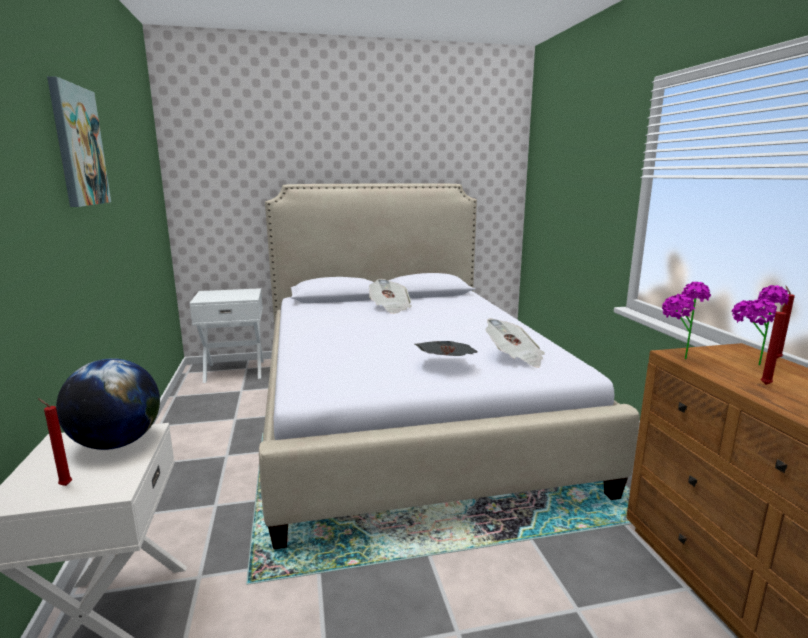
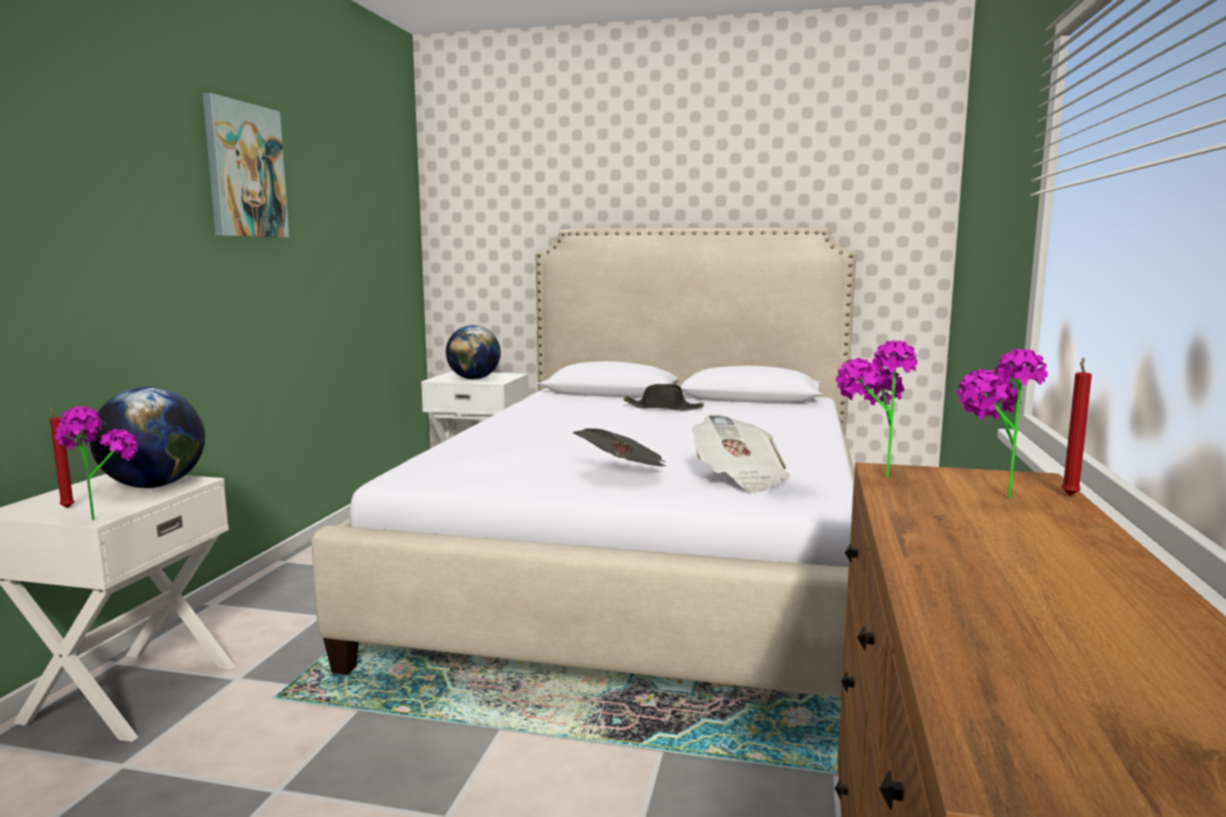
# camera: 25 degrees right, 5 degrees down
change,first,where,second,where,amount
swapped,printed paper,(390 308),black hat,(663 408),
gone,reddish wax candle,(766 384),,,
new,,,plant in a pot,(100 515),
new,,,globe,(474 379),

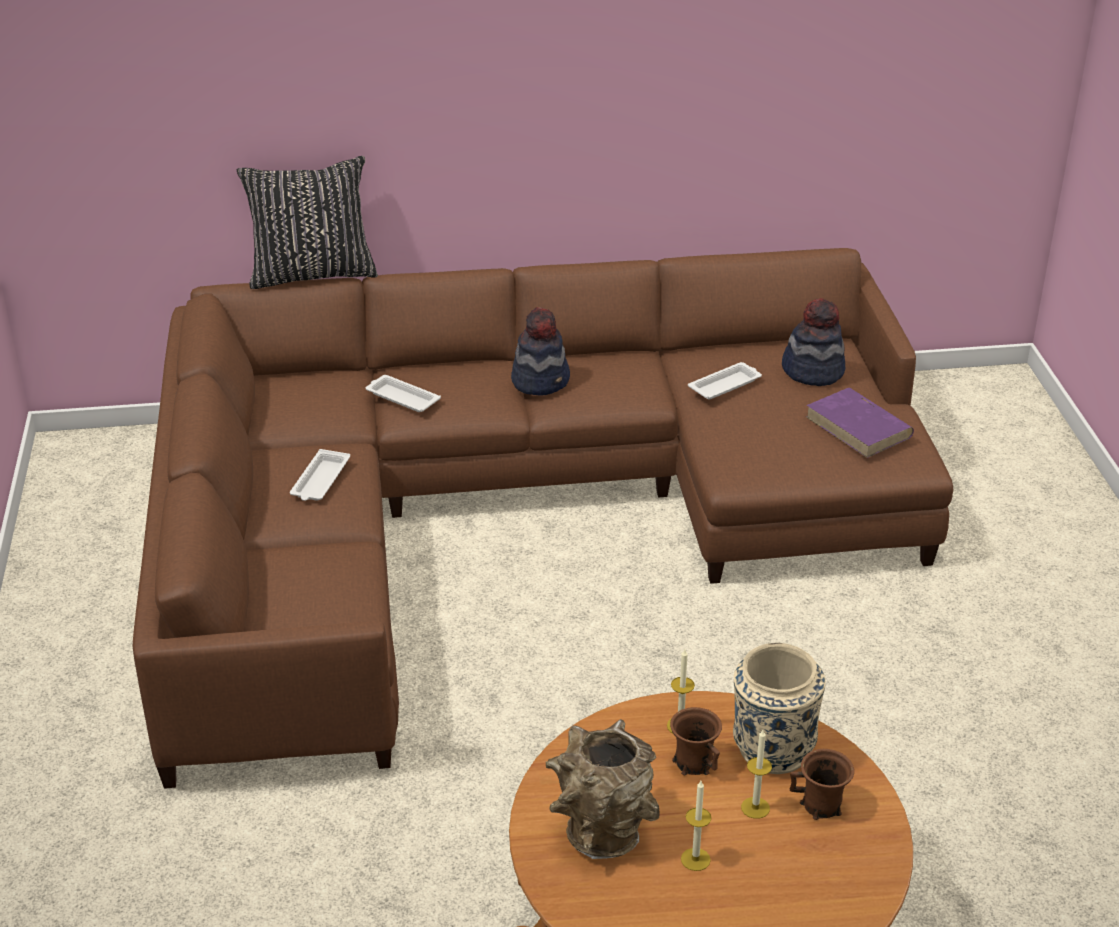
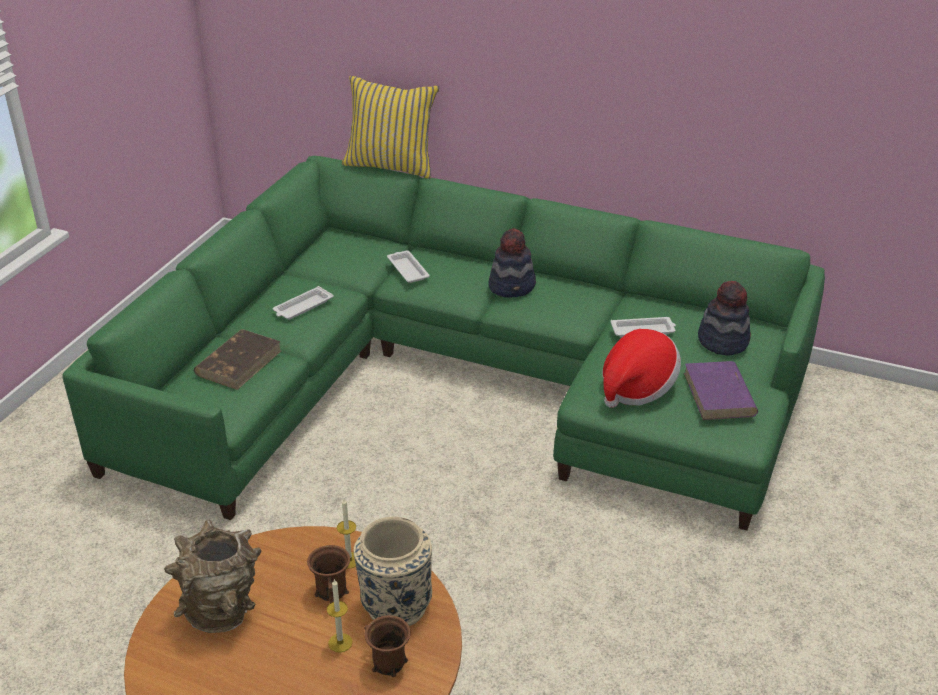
# camera: 30 degrees right, 0 degrees up
change,first,where,second,where,amount
repainted,brown settee,(508 514),greenish settee,(461 379),
repainted,black throw pillow,(312 273),yellow throw pillow,(391 165),
gone,wax candle,(695 859),,,
new,,,brown book,(239 362),
new,,,hat,(637 387),

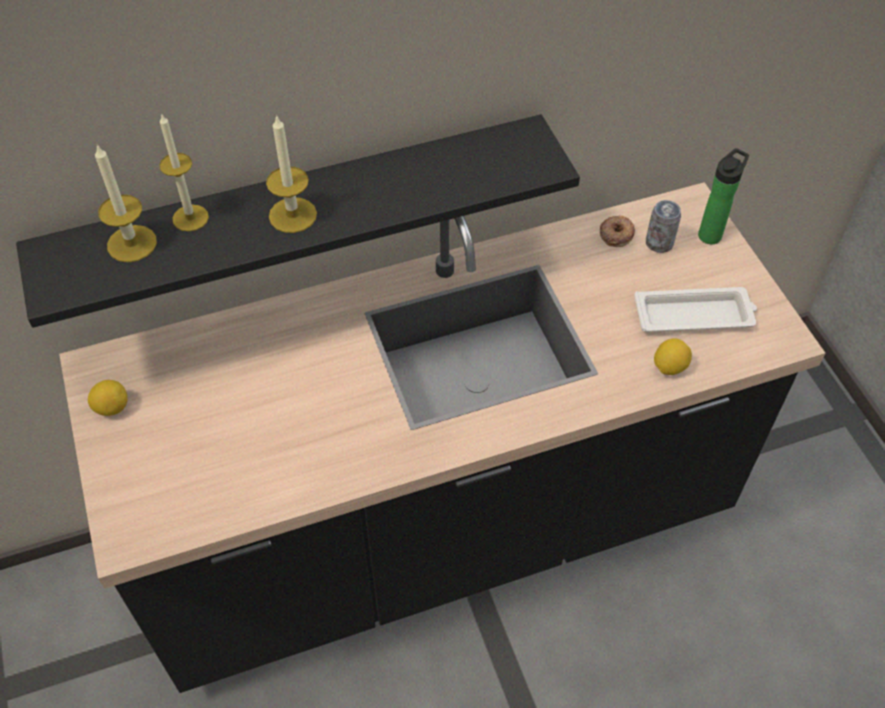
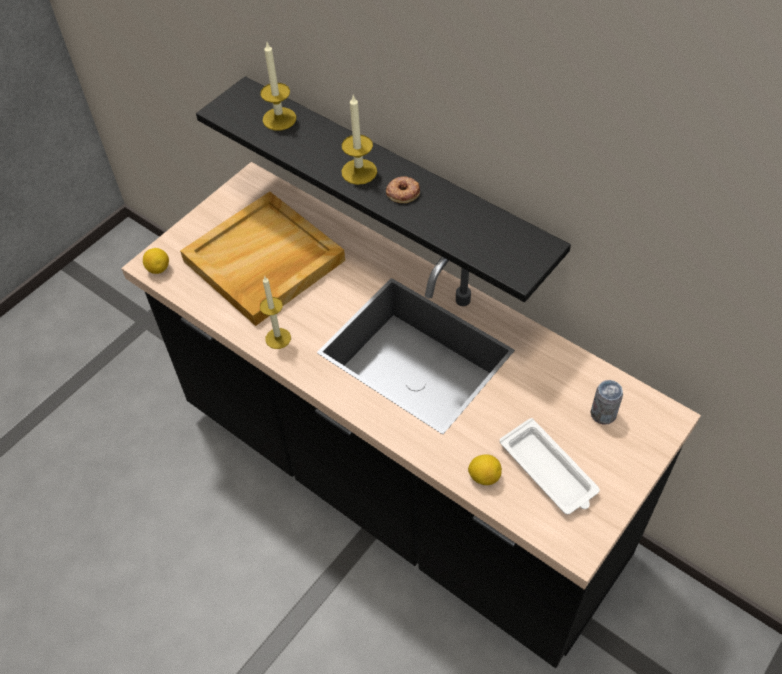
# camera: 60 degrees right, 0 degrees up
change,first,where,second,where,amount
shifted,citrus fruit,(112 407),,(158 268),
shifted,wax candle,(190 218),,(278 338),
shifted,doughnut,(616 234),,(403 192),
gone,bottle,(711 233),,,
new,,,sand-coloured serving tray,(264 262),

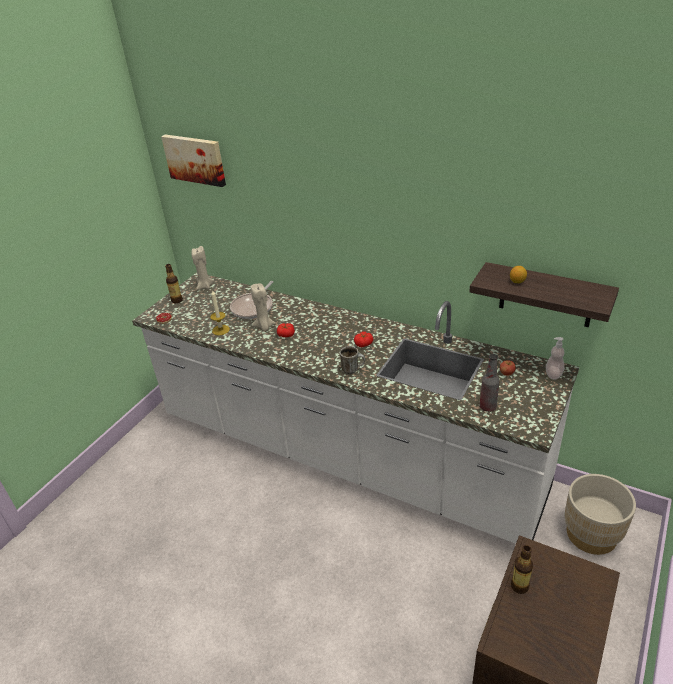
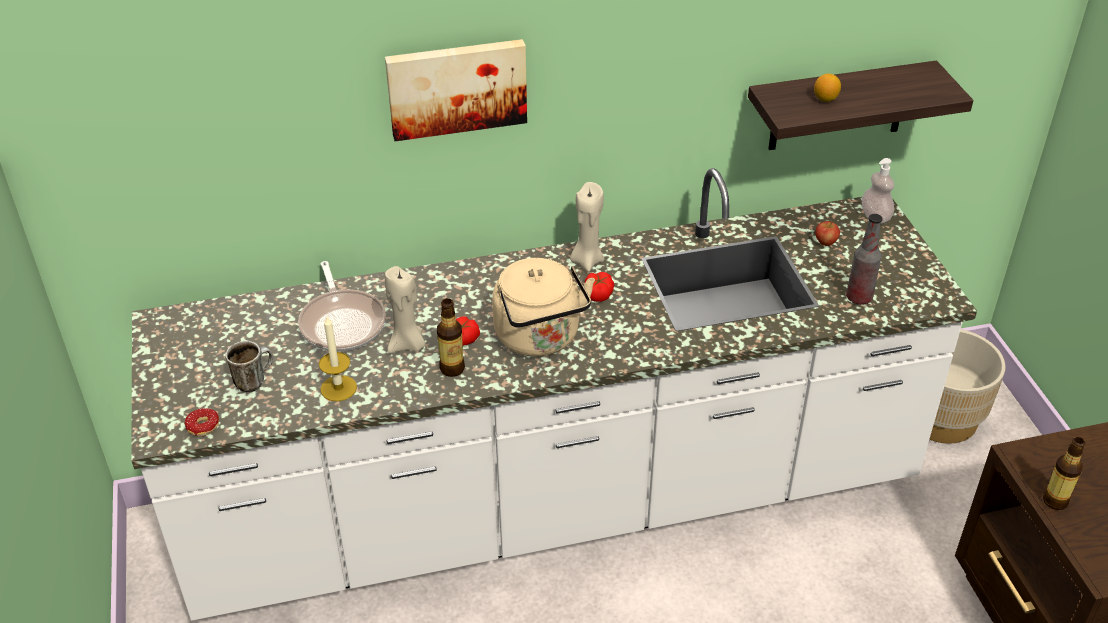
# camera: 45 degrees left, 5 degrees up
change,first,where,second,where,amount
shifted,wall art,(195 159),,(456 87),
shifted,bottle,(177 300),,(452 368),
shifted,sand-coloured wax candle,(204 286),,(587 260),
shifted,mug,(353 369),,(254 380),
new,,,sand-coloured tea kettle,(540 338),

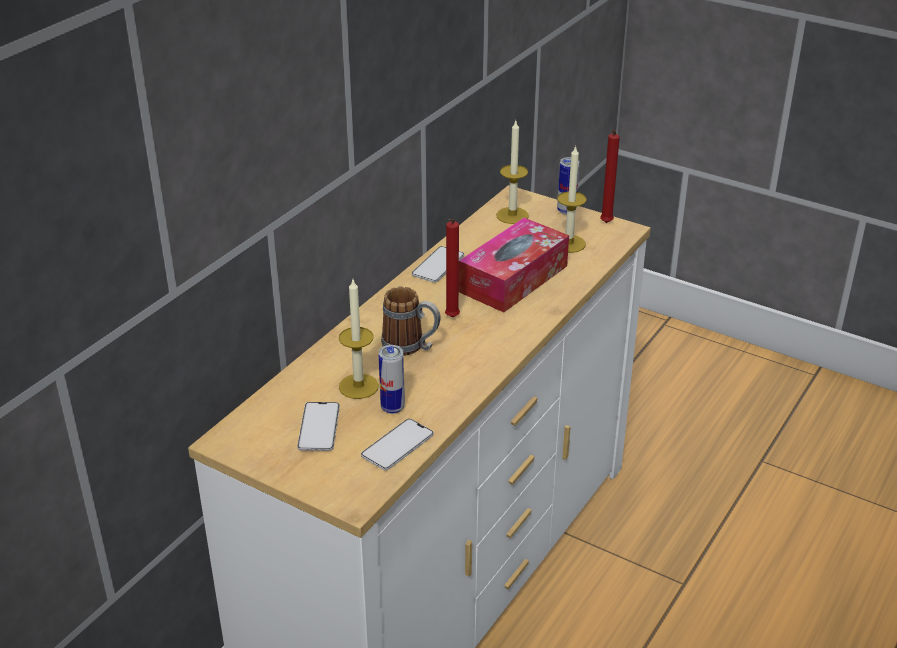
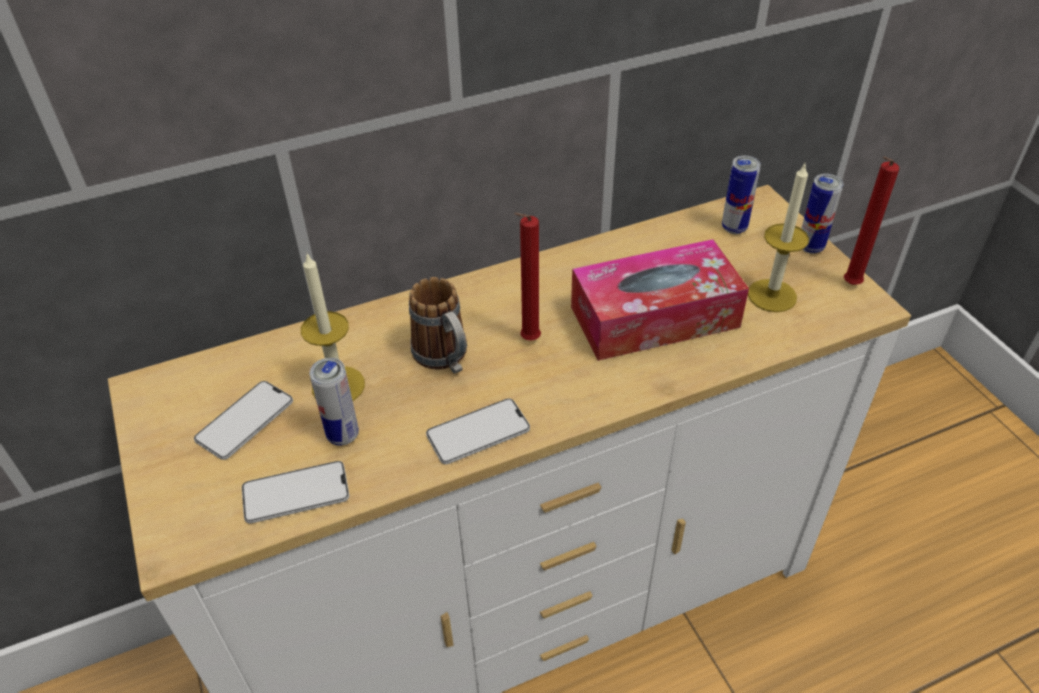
# camera: 35 degrees right, 10 degrees up
change,first,where,second,where,amount
shifted,phone,(438 265),,(478 432),
swapped,wax candle,(512 215),can,(734 228),

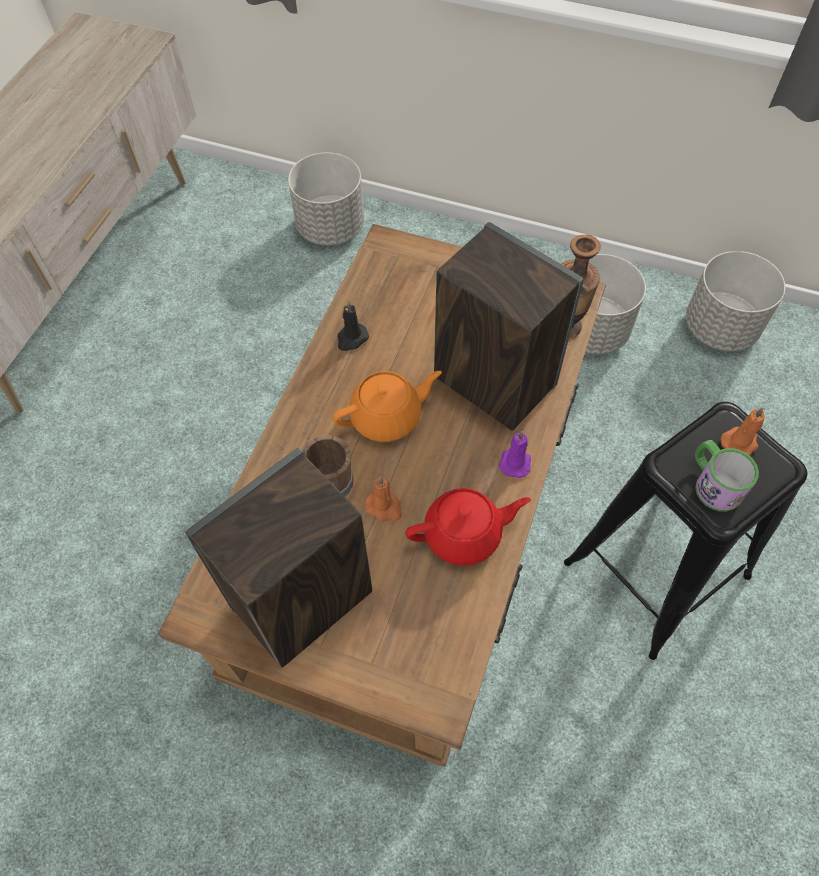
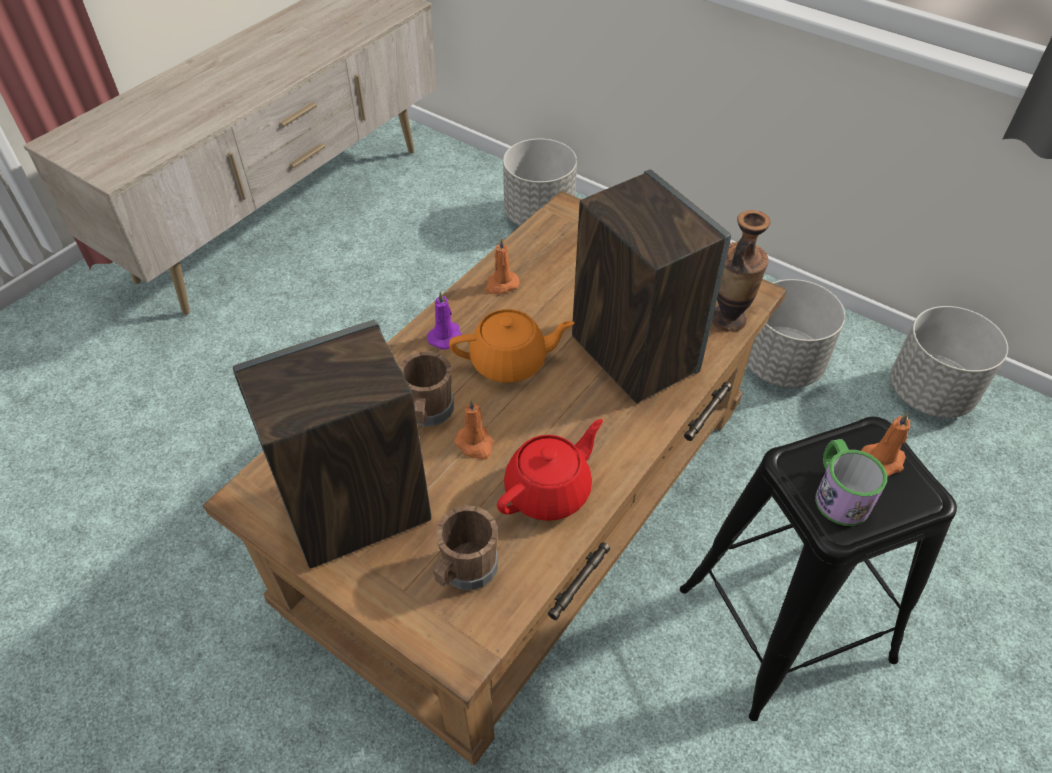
# camera: 15 degrees right, 10 degrees down
change,first,where,second,where,amount
repainted,black wax candle,(351 339),orange wax candle,(501 285),
rotated,reddish pot for tea,(464 534),,(549 490),45 degrees counterclockwise
shifted,purple-coloured wax candle,(515 461),,(445 336),
new,,,brown mug,(465 570),

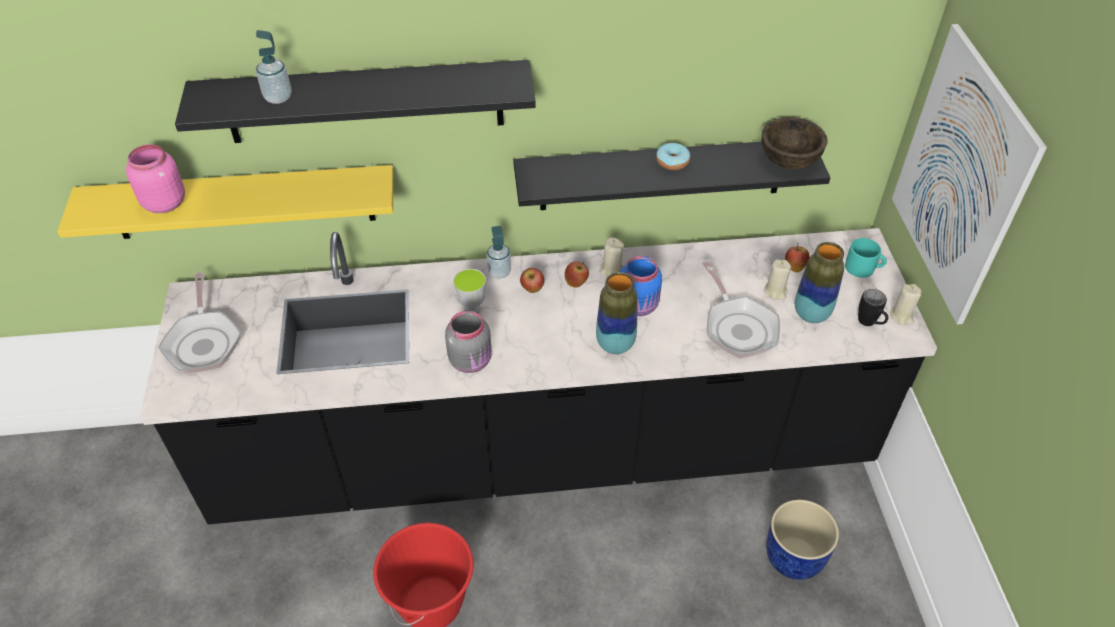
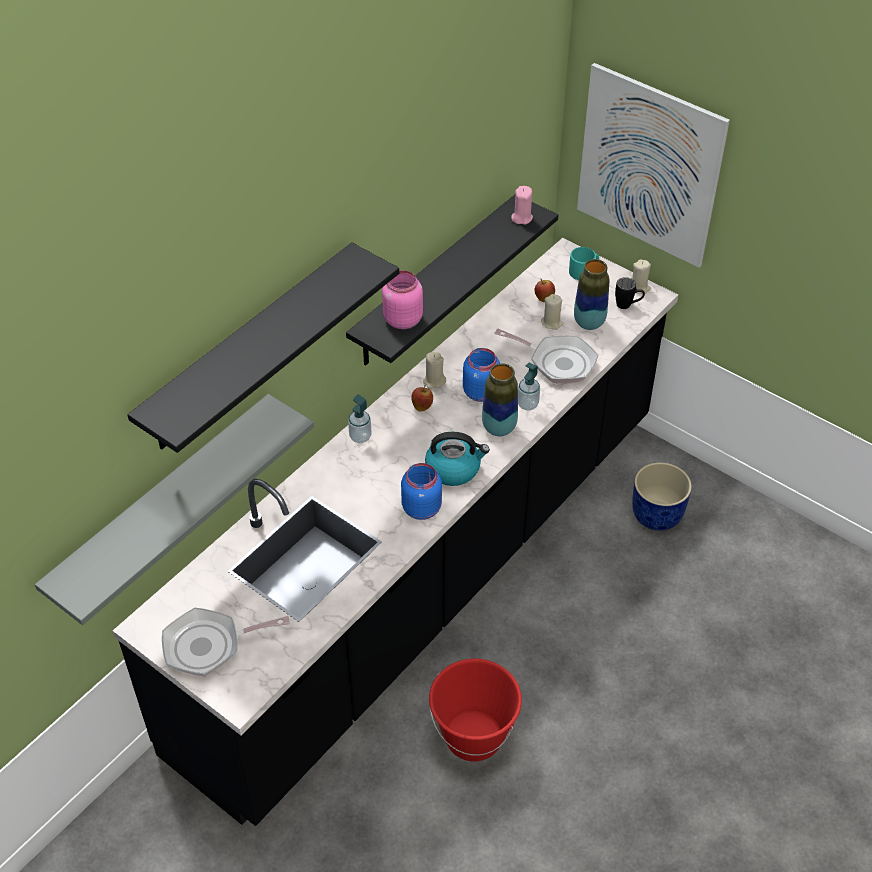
# camera: 45 degrees left, 0 degrees up
change,first,where,second,where,amount
repainted,yellow wall shelf,(243 202),grey wall shelf,(163 505),
shifted,pink-coloured jar,(164 202),,(401 319),
rotated,frying pan,(203 342),,(209 646),135 degrees clockwise
shifted,soap dispenser,(278 97),,(527 404),
repainted,grey jar,(472 360),blue jar,(422 507),
gone,drinking cup,(472 309),,,
gone,apple fruit,(532 289),,,
gone,doughnut,(672 162),,,
swapped,brown deep dish,(789 160),pink-coloured wax candle,(521 218),
new,,,tea kettle,(454 469),

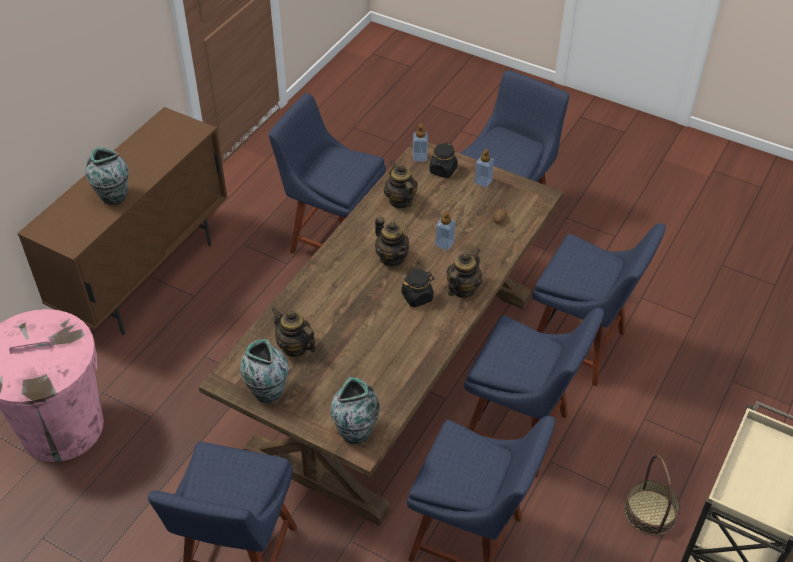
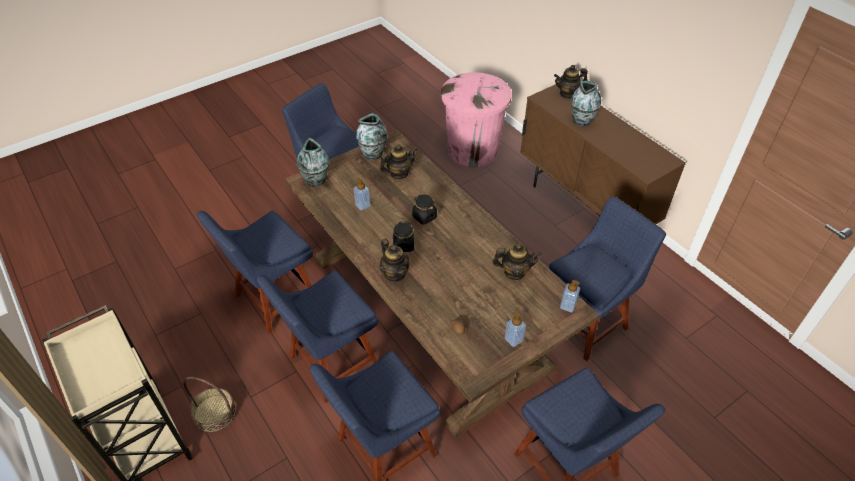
# camera: 115 degrees right, 0 degrees up
change,first,where,second,where,amount
shifted,pot for tea,(392 258),,(568 94),
shifted,black jar,(443 170),,(424 217),
shifted,soap dispenser,(444 243),,(362 205),

